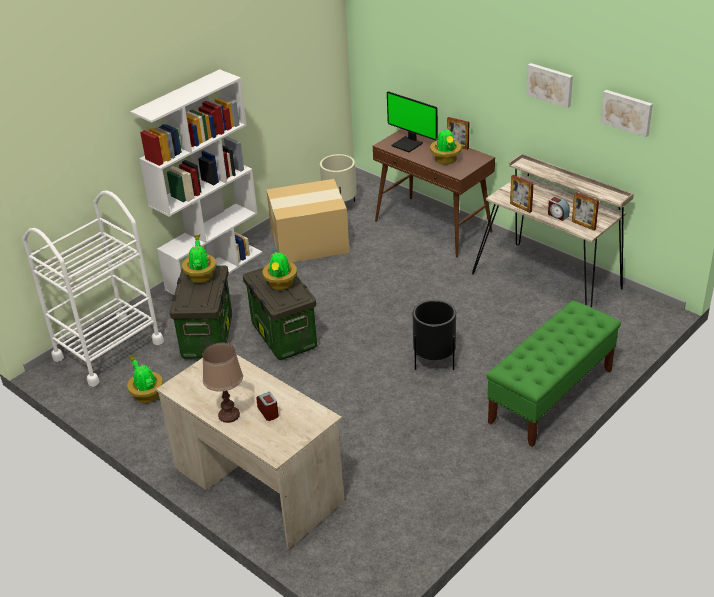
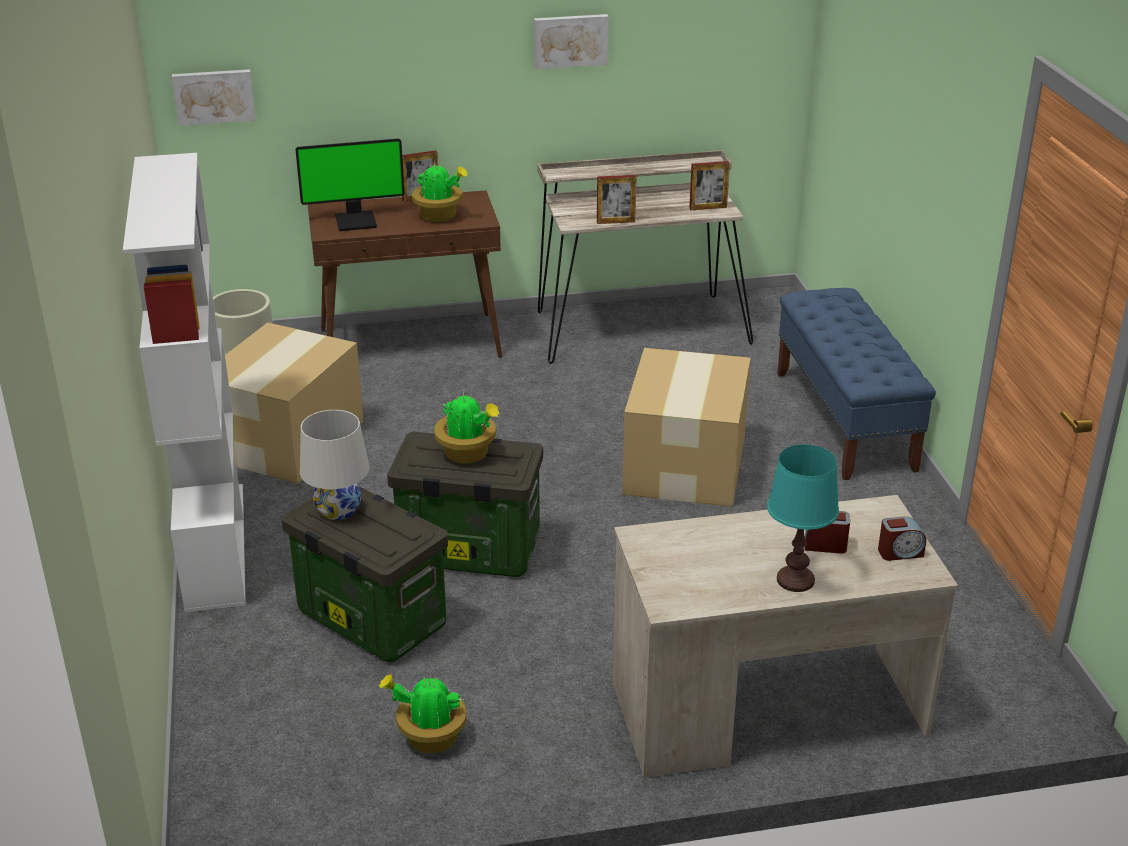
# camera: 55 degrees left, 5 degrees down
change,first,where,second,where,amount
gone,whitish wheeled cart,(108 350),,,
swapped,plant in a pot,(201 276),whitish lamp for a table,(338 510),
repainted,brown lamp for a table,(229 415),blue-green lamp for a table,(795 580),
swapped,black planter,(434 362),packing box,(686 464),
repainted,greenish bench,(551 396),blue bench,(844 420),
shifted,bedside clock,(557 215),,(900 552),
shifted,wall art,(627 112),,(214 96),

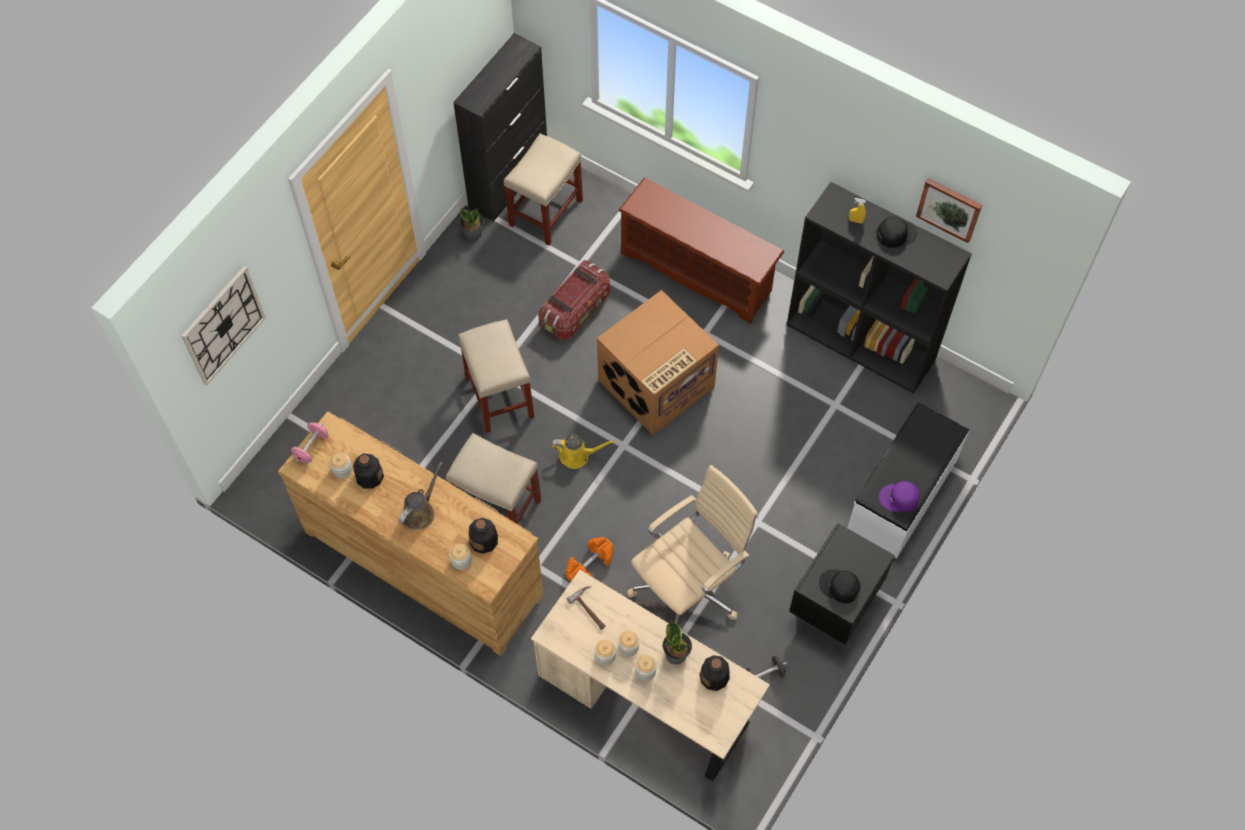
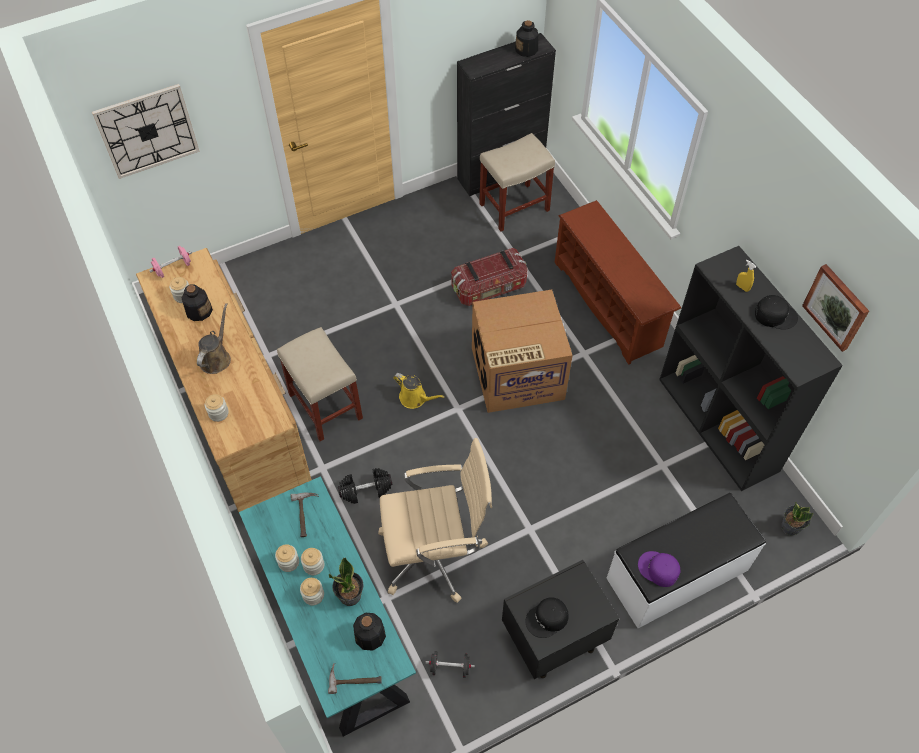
# camera: 30 degrees right, 5 degrees down
change,first,where,second,where,amount
rotated,brown watering can,(420 512),,(216 358),45 degrees counterclockwise
gone,sand-coloured stool,(498 396),,,
shifted,plant in a pot,(473 233),,(790 526),
shifted,bottle,(484 540),,(526 49),
repainted,sand-coloured desk table,(647 700),blue-green desk table,(335 630),
repainted,orange hand weight,(590 565),black hand weight,(365 490),
rotated,black peaked cap,(839 587),,(547 619),90 degrees counterclockwise
new,,,hand hammer,(355 677),

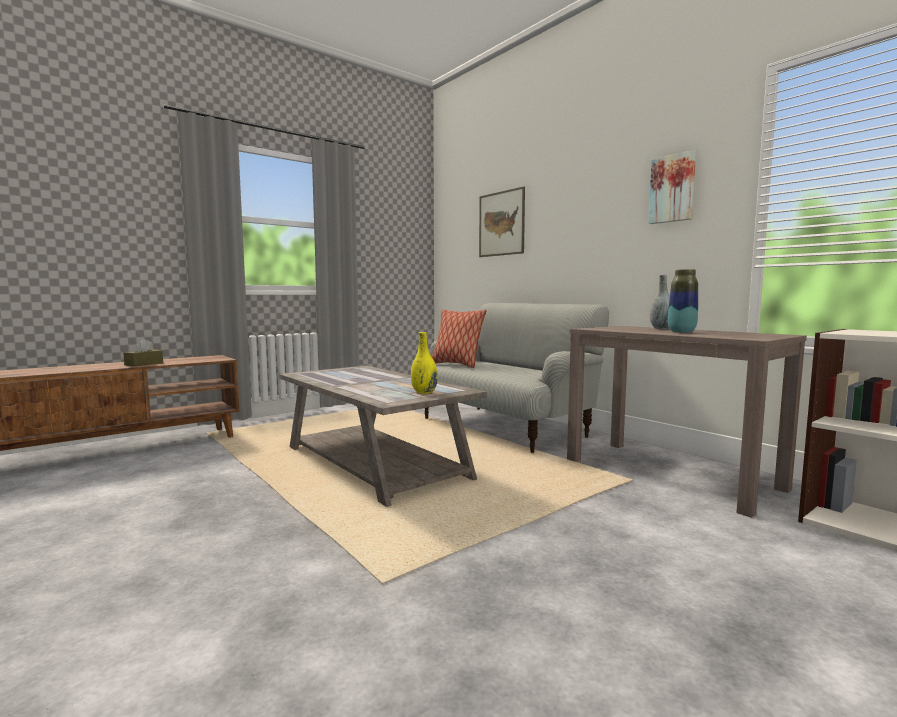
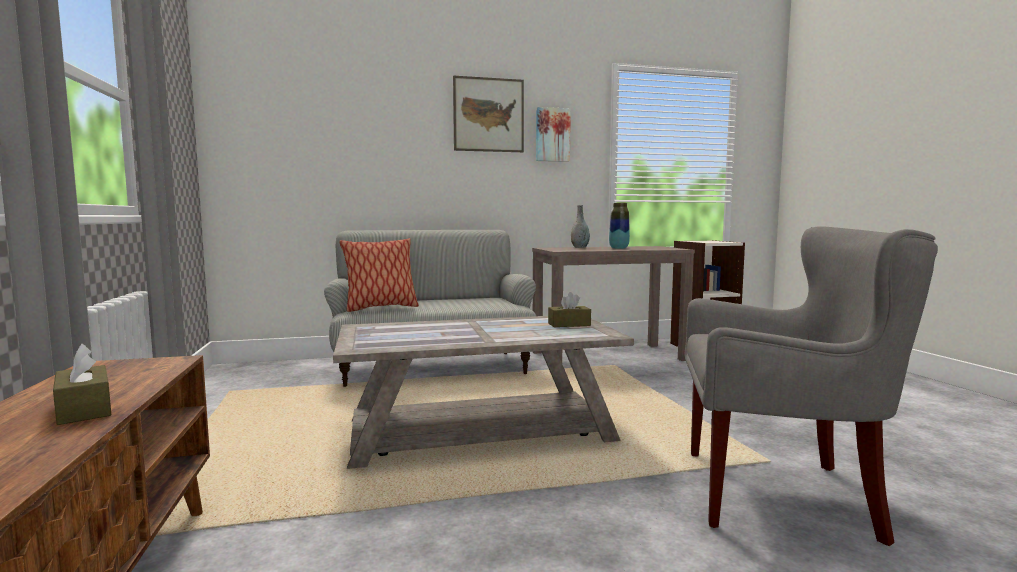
# camera: 65 degrees left, 0 degrees up
change,first,where,second,where,amount
swapped,yellow decorative vase,(424 392),brown tissue box,(569 324),
shifted,wall art,(501 223),,(488 115),
new,,,grey easy chair,(783 496),

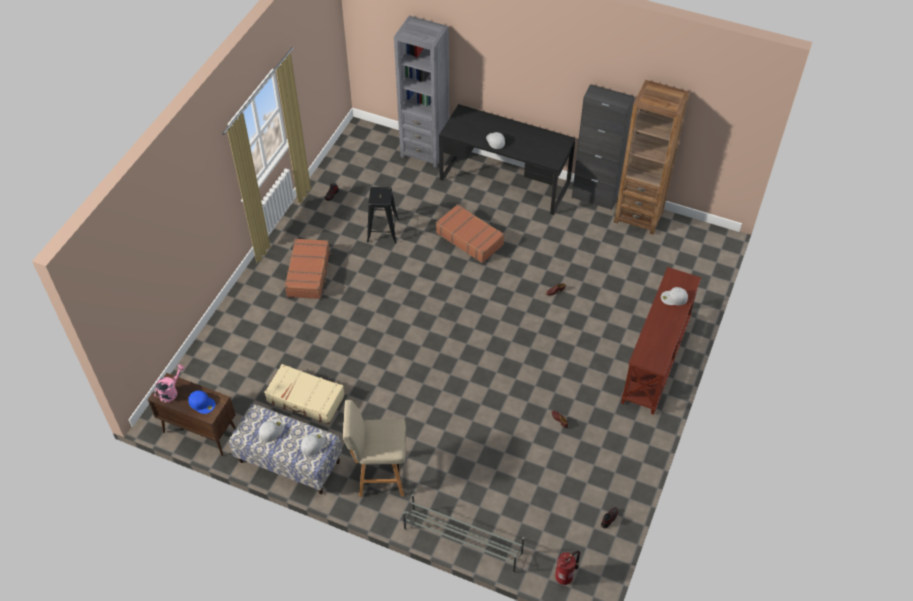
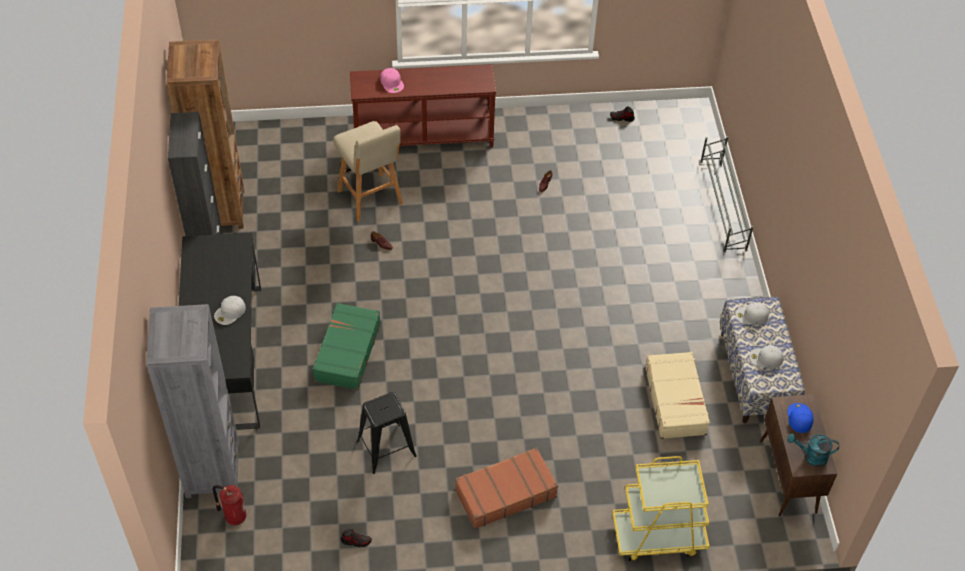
# camera: 120 degrees left, 0 degrees up
change,first,where,second,where,amount
repainted,pink-coloured watering can,(171 392),blue-green watering can,(811 456),
shifted,sand-coloured stool,(379 475),,(371 199),
repainted,brown suitcase,(470 238),greenish suitcase,(347 352),
shifted,fire extinguisher,(565 576),,(234 516),
repainted,whitish peaked cap,(673 298),pink-coloured peaked cap,(392 83),
new,,,yellow wheeled cart,(658 535),

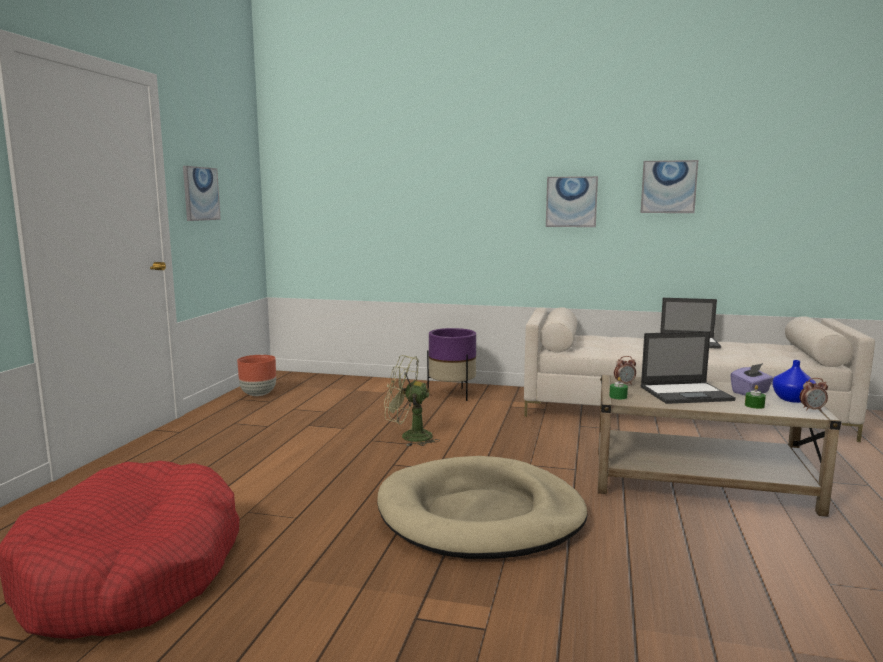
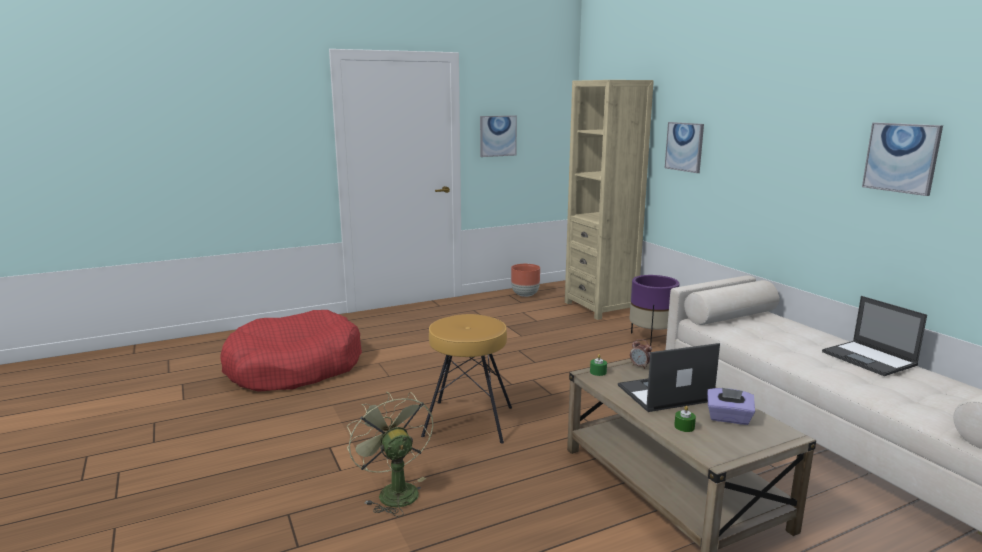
# camera: 50 degrees right, 5 degrees up
change,first,where,second,where,amount
swapped,sand-coloured pet bed,(480 515),brown stool,(468 422),
shifted,greenish electric fan,(409 437),,(393 491),
shifted,wall art,(571 202),,(684 146),
rotated,notebook computer,(687 393),,(664 393),120 degrees clockwise
gone,blue decorative vase,(792 399),,,
gone,bedside clock,(812 409),,,
new,,,sand-coloured bookshelf,(600 307),

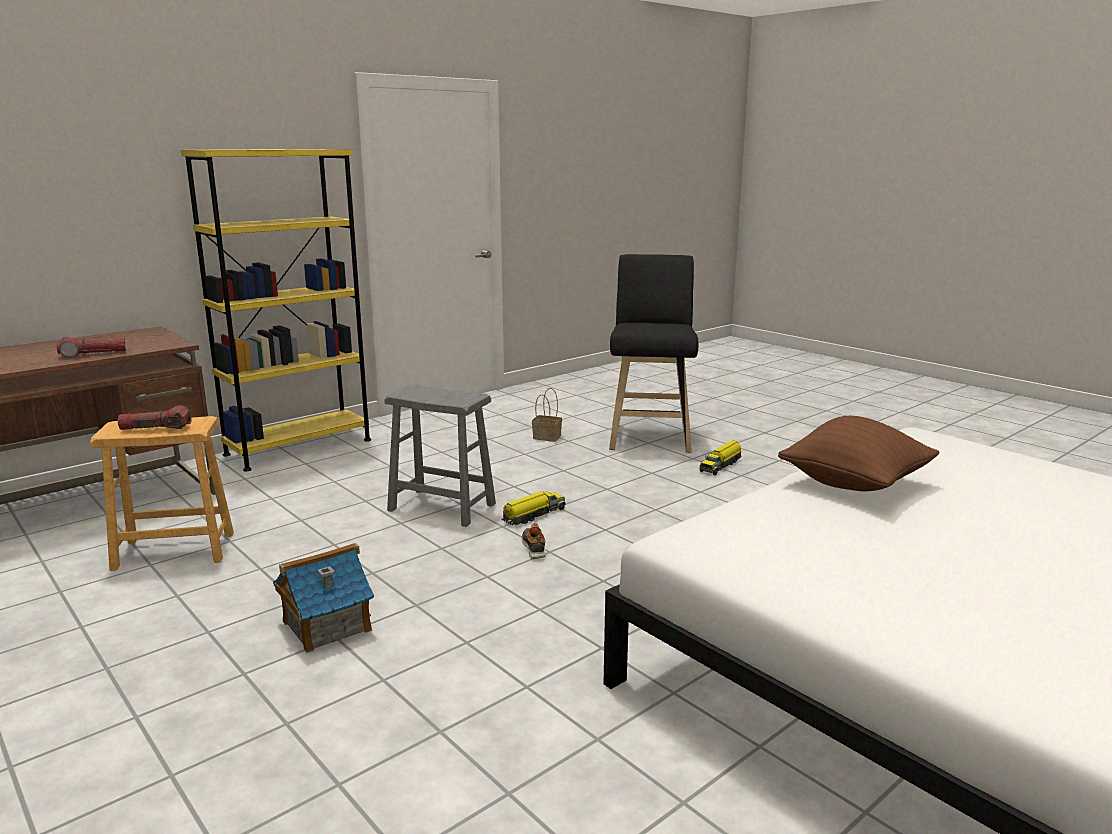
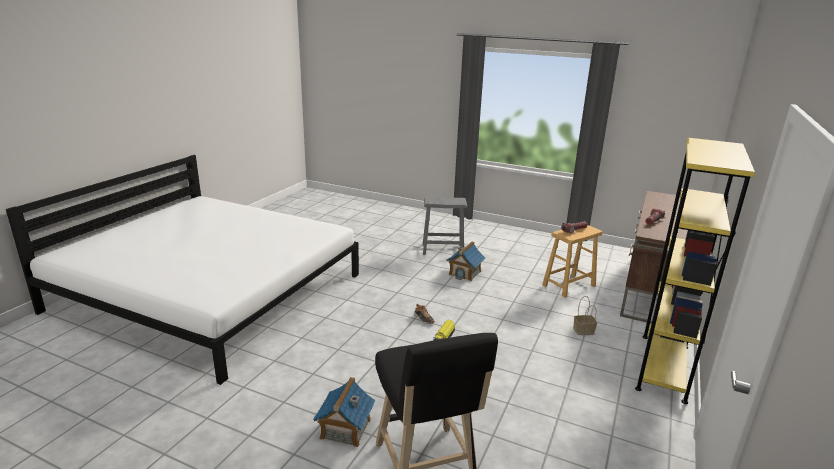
# camera: 155 degrees right, 5 degrees up
change,first,where,second,where,amount
shifted,grey stool,(441 507),,(442 249),
shifted,storage basket,(546 437),,(584 330),
swapped,toy lorry,(720 465),model house,(345 429),
gone,brown throw pillow,(855 484),,,

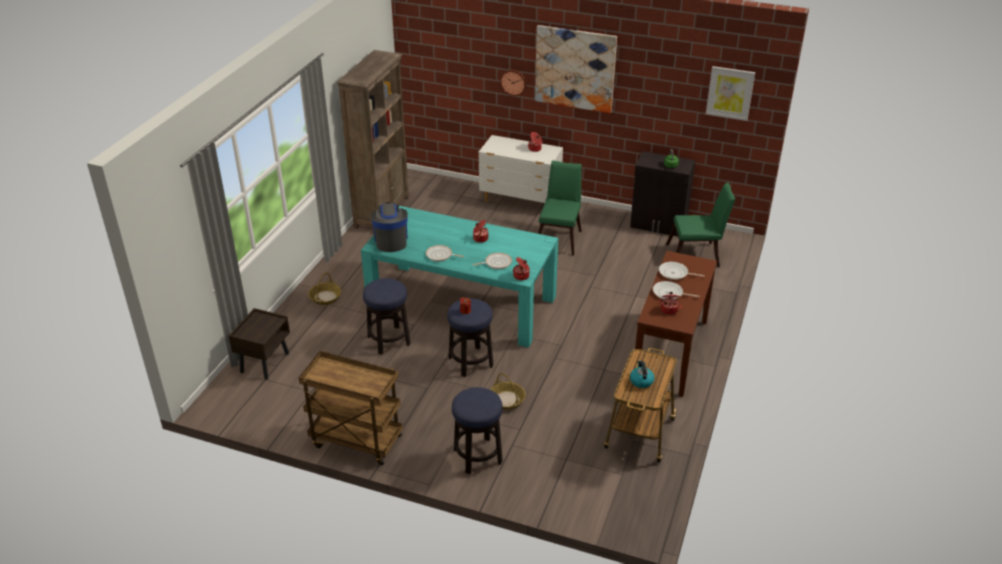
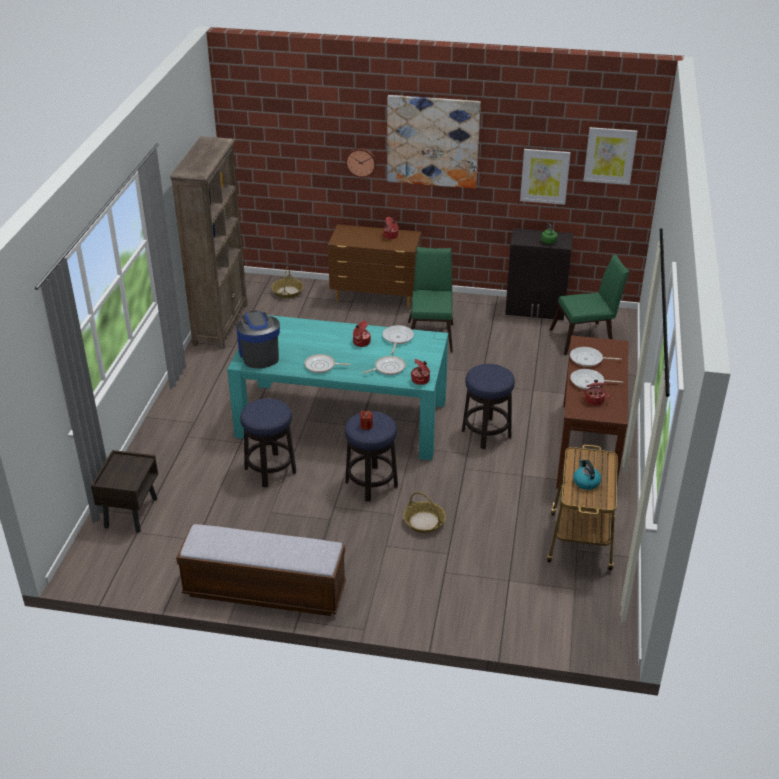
# camera: 10 degrees left, 0 degrees up
change,first,where,second,where,amount
swapped,brown wheeled cart,(355 441),bench,(264 591),
shifted,storage basket,(325 297),,(287 292),
shifted,stool,(478 456),,(486 434),
repainted,whitish dresser,(520 201),brown dresser,(376 297),
new,,,frying pan,(397 338),
new,,,wall art,(545 176),

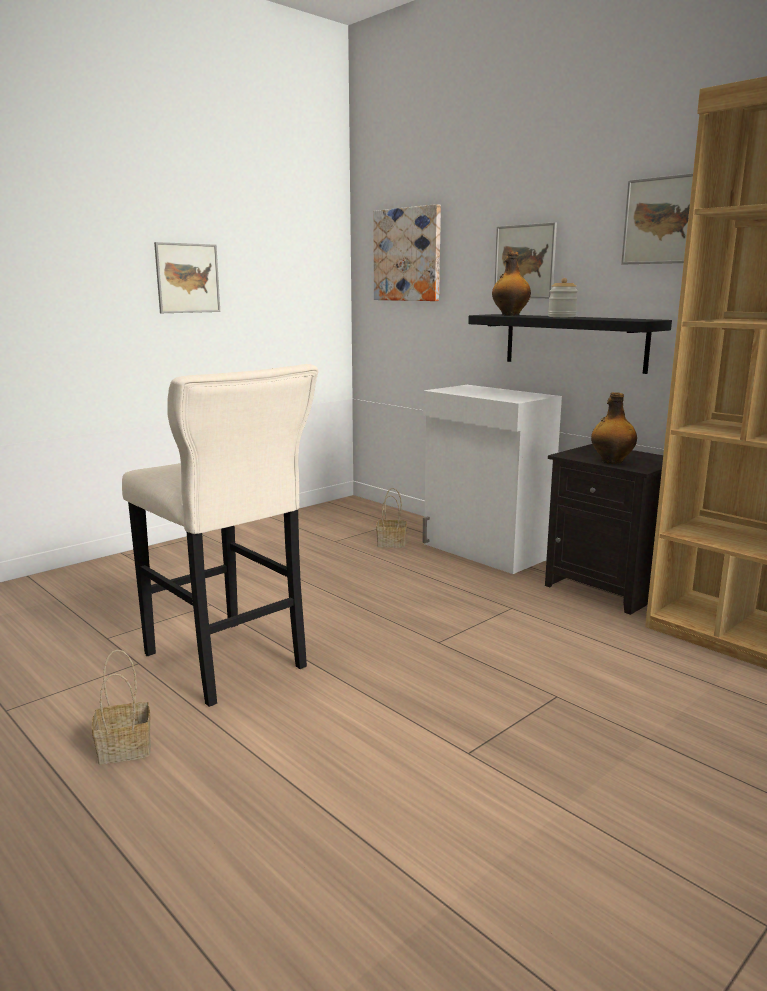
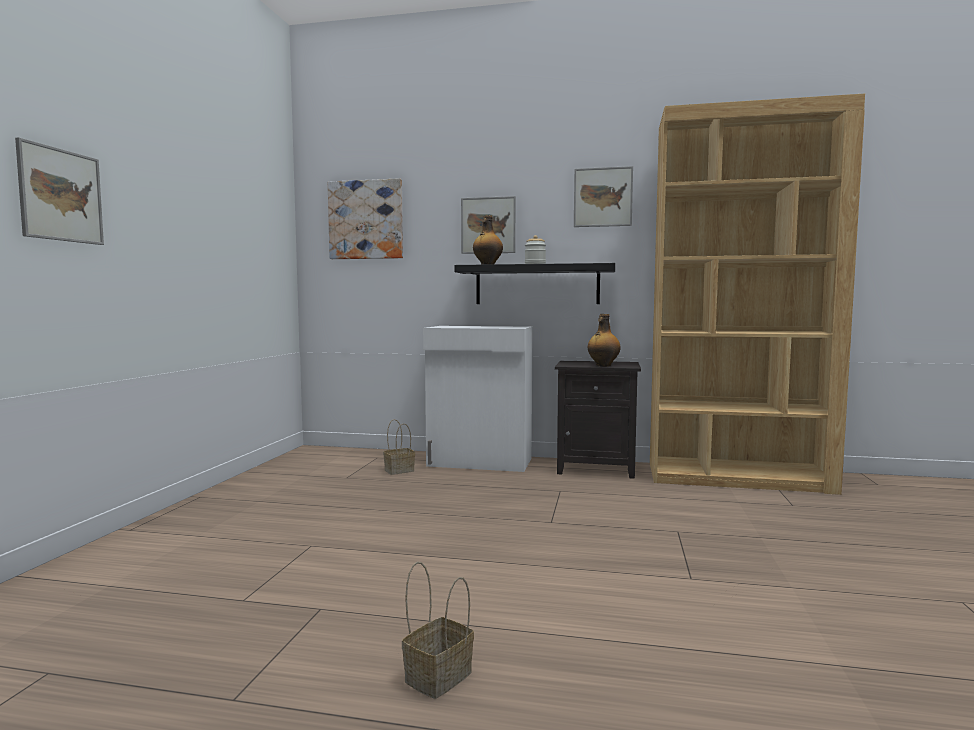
# camera: 35 degrees left, 10 degrees down
change,first,where,second,where,amount
gone,sand-coloured stool,(228 664),,,
shifted,wall art,(187 278),,(61 195),

